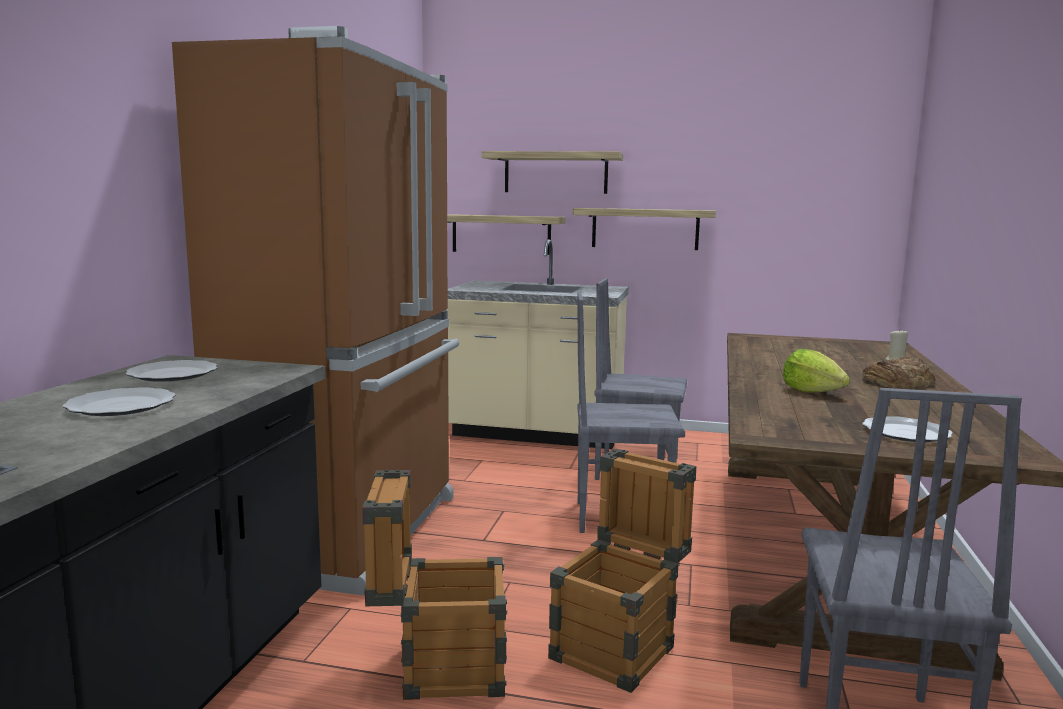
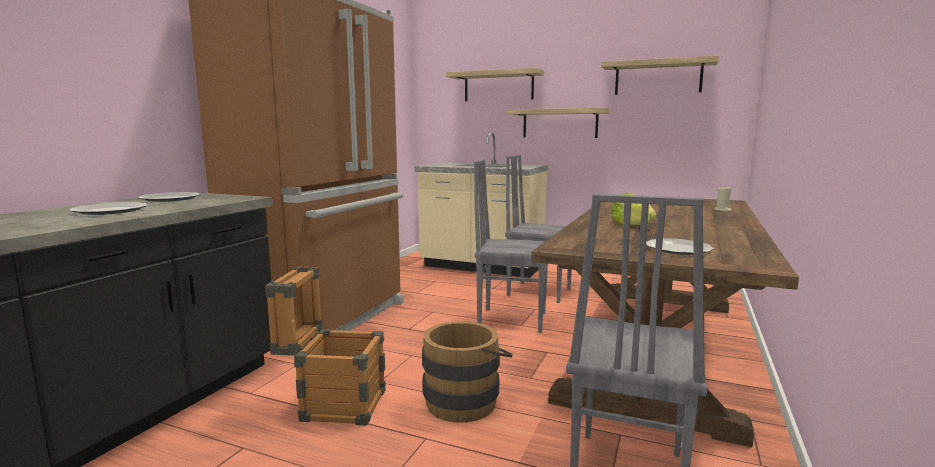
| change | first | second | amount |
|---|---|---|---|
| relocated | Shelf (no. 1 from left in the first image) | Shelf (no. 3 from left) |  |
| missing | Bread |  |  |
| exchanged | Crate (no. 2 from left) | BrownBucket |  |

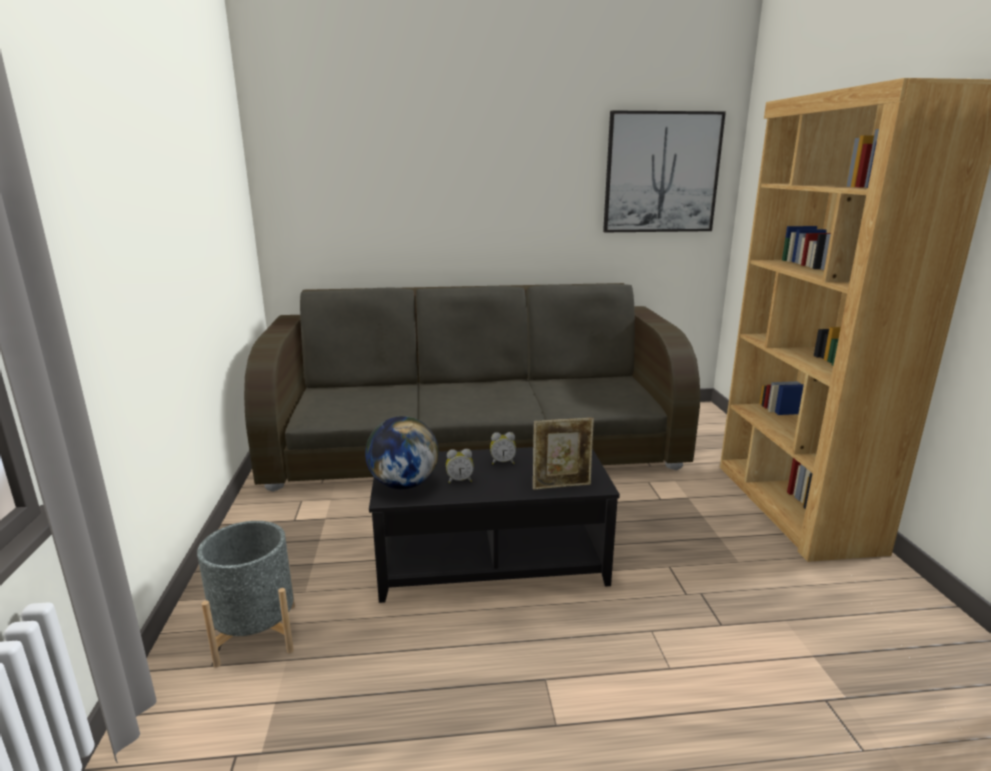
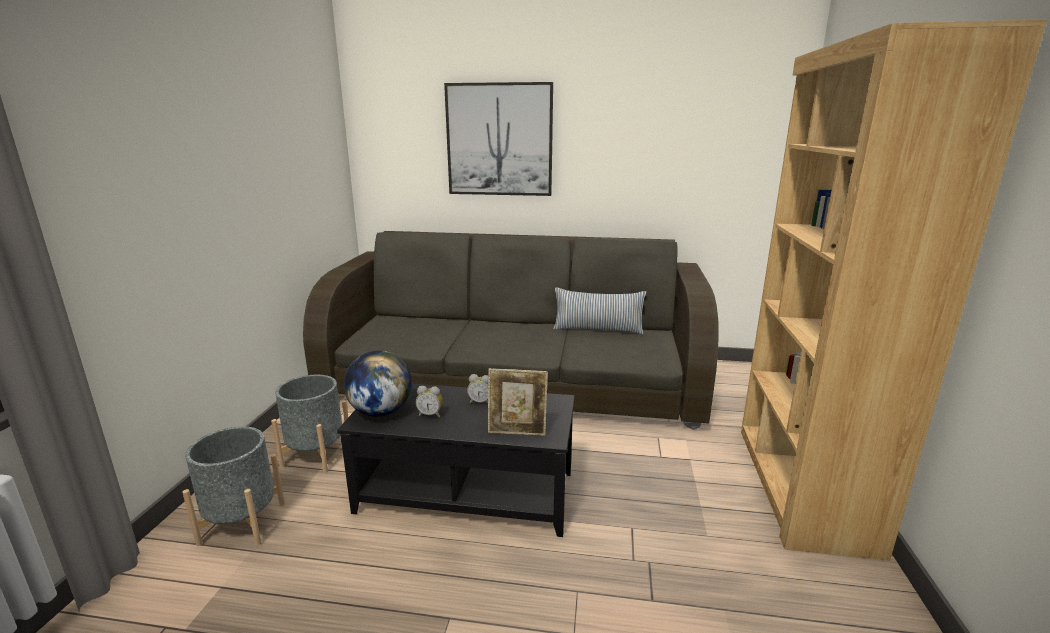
| change | first | second | amount |
|---|---|---|---|
| relocated | Picture |  |  |
| appeared |  | Pillow |  |
| appeared |  | GreyPlanter (no. 2 from left) |  |

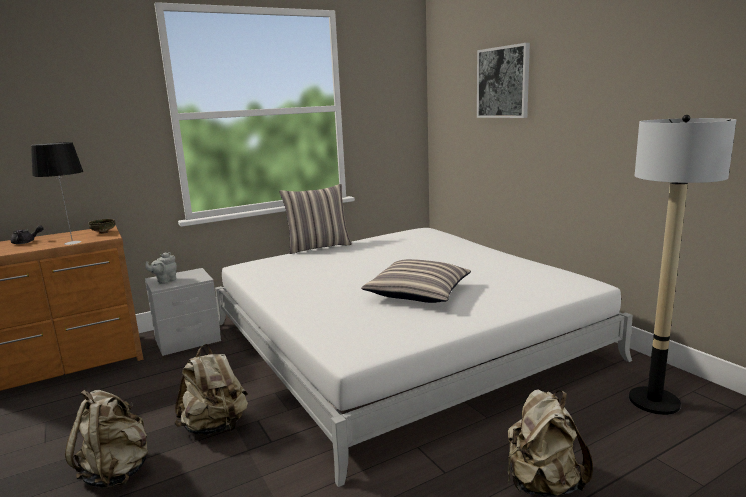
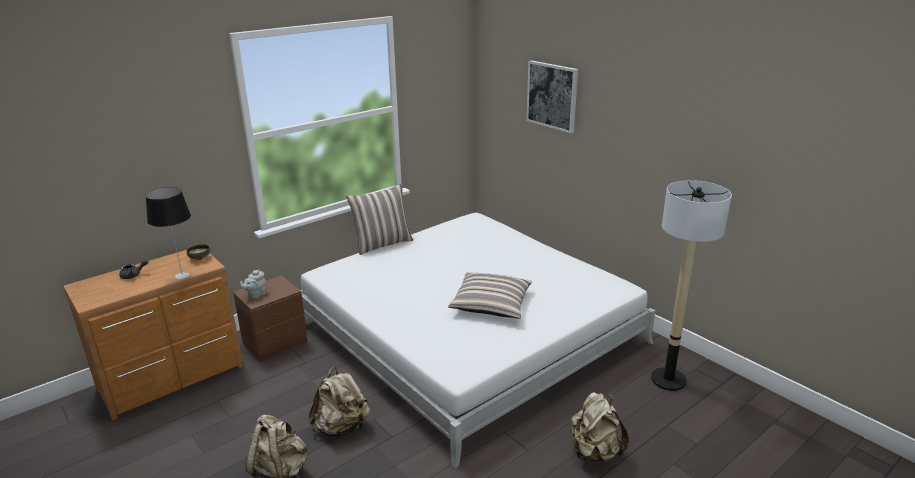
| change | first | second | amount |
|---|---|---|---|
| colour | GreyNightstand | BrownNightstand |  |

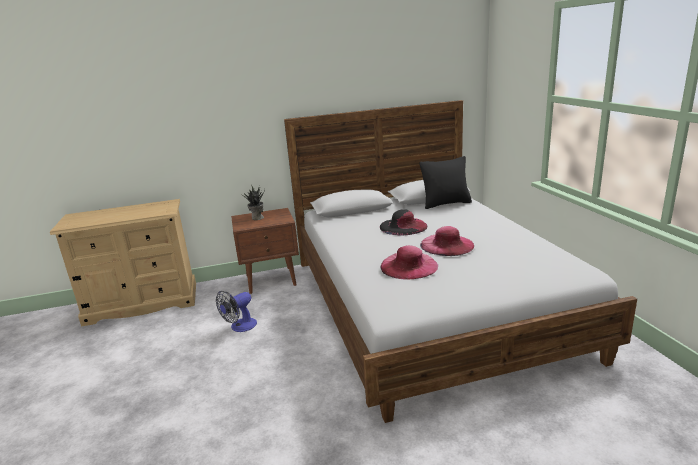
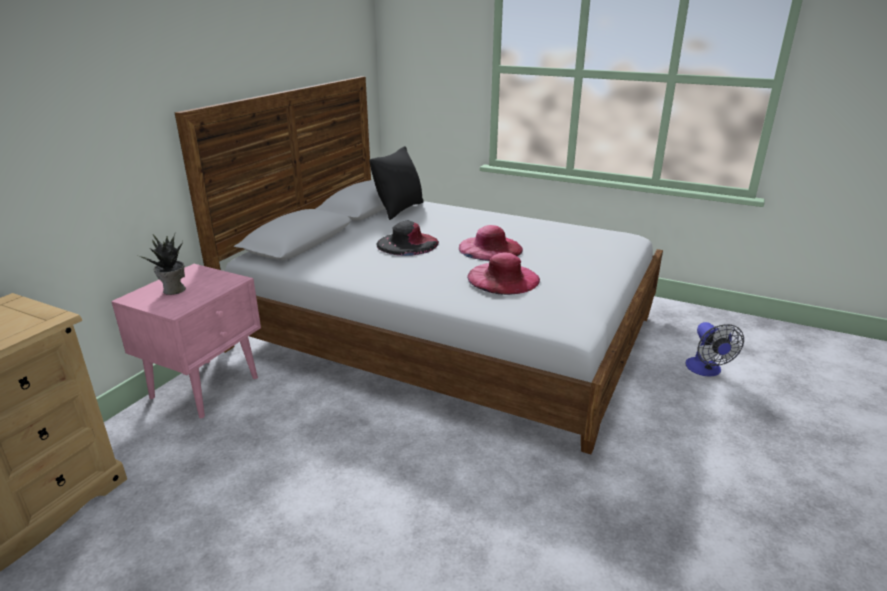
| change | first | second | amount |
|---|---|---|---|
| colour | BrownNightstand | PinkNightstand |  |
| relocated | Fan |  |  |

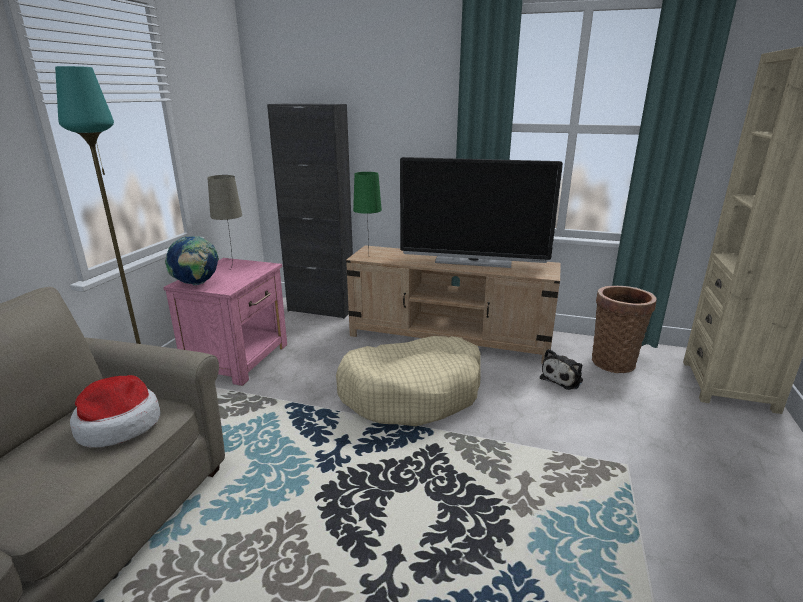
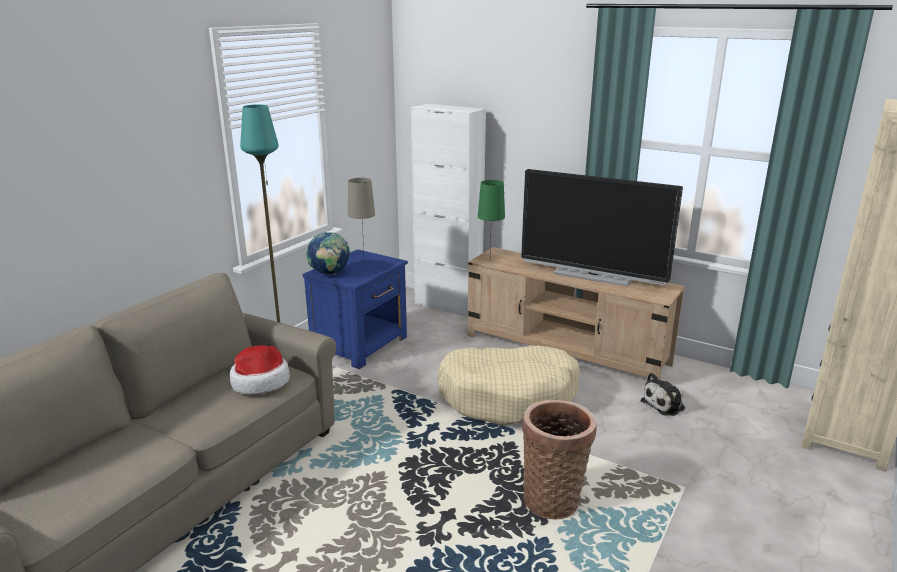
| change | first | second | amount |
|---|---|---|---|
| colour | BlackCabinet | WhiteCabinet |  |
| colour | PinkNightstand | BlueNightstand |  |
| relocated | Basket |  |  |

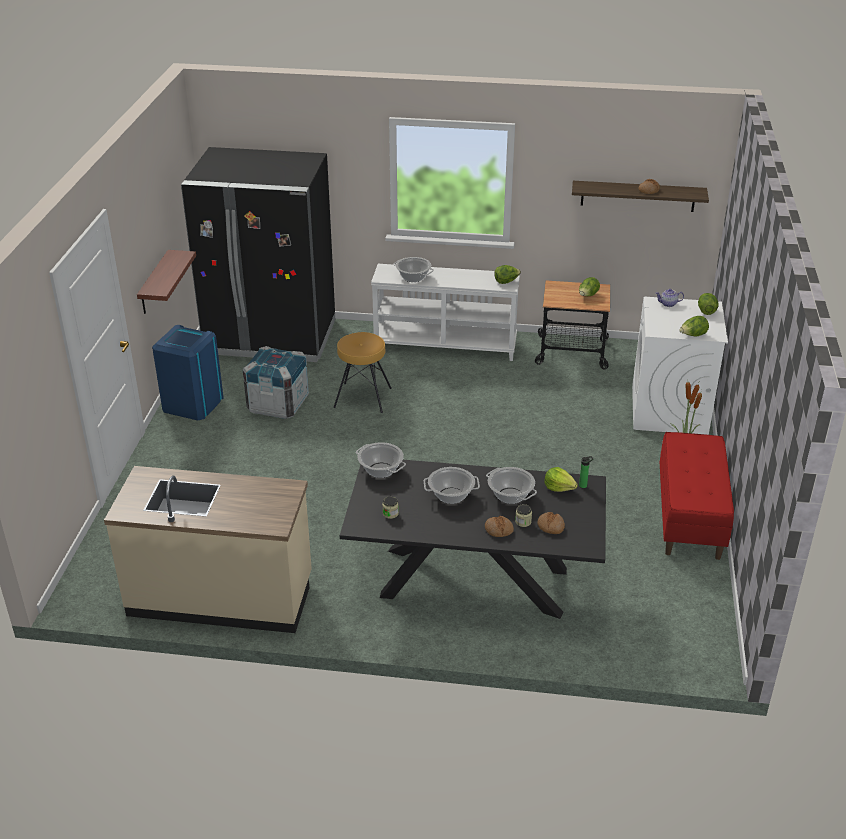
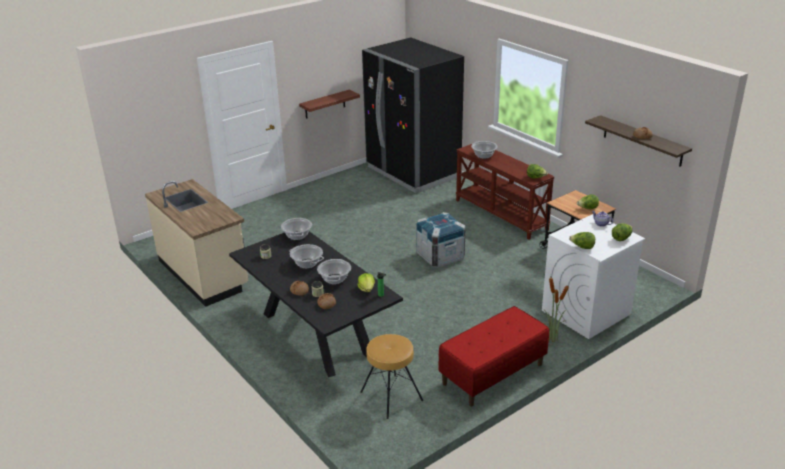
| change | first | second | amount |
|---|---|---|---|
| colour | WhiteConsoleTable | BrownConsoleTable |  |
| missing | BlueTrashCan |  |  |
| relocated | BrownStool |  |  |
| relocated | Crate |  |  |

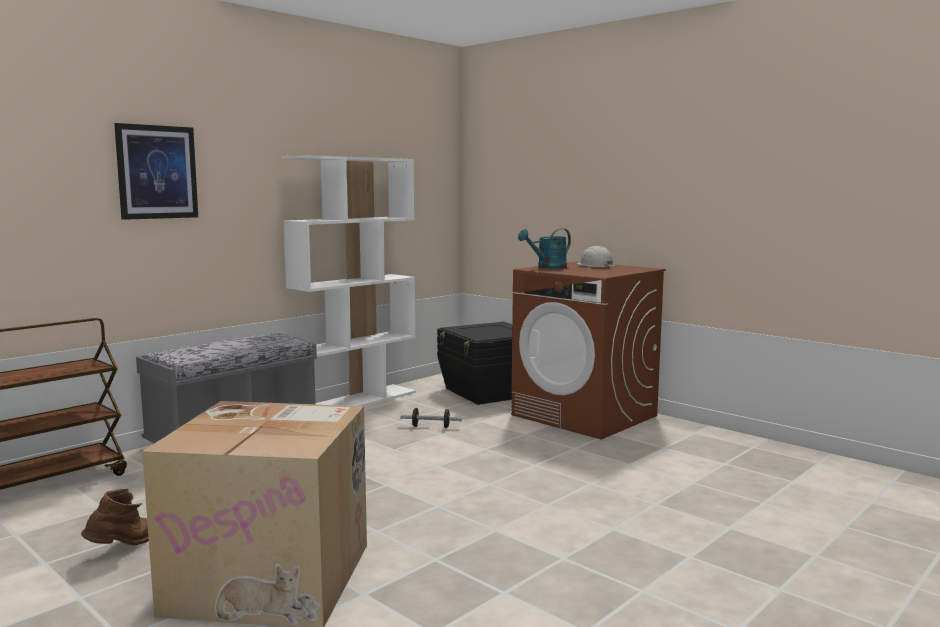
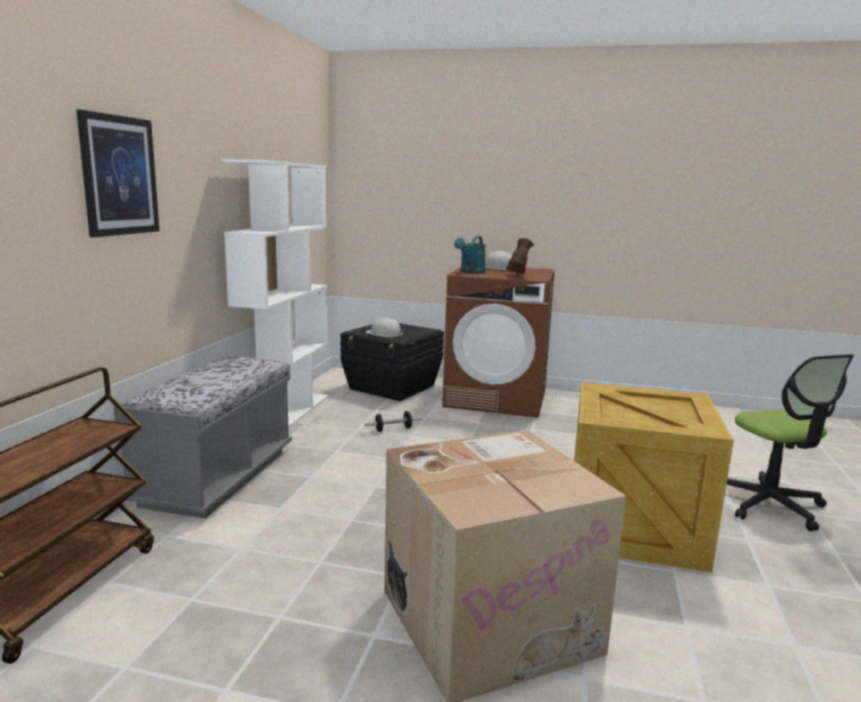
| change | first | second | amount |
|---|---|---|---|
| relocated | BrownBoot |  |  |
| appeared |  | WhiteHardHat (no. 1 from left) |  |
| appeared |  | OfficeChair |  |
| appeared |  | Crate |  |

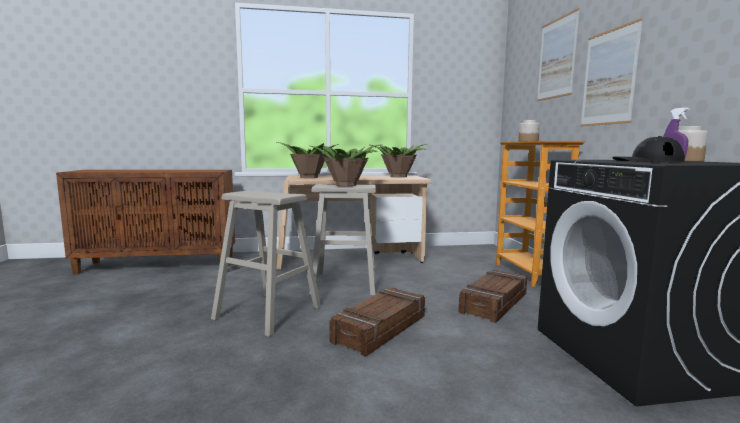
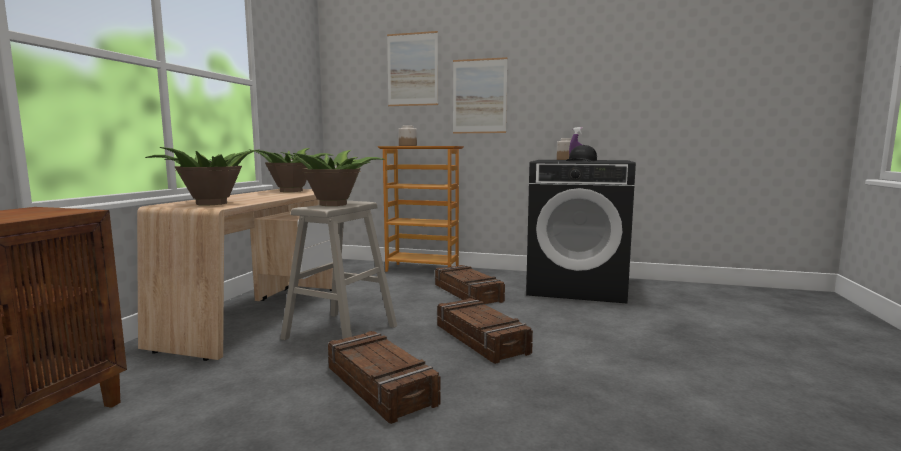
| change | first | second | amount |
|---|---|---|---|
| exchanged | BeigeStool (no. 1 from left) | Crate (no. 1 from left) |  |

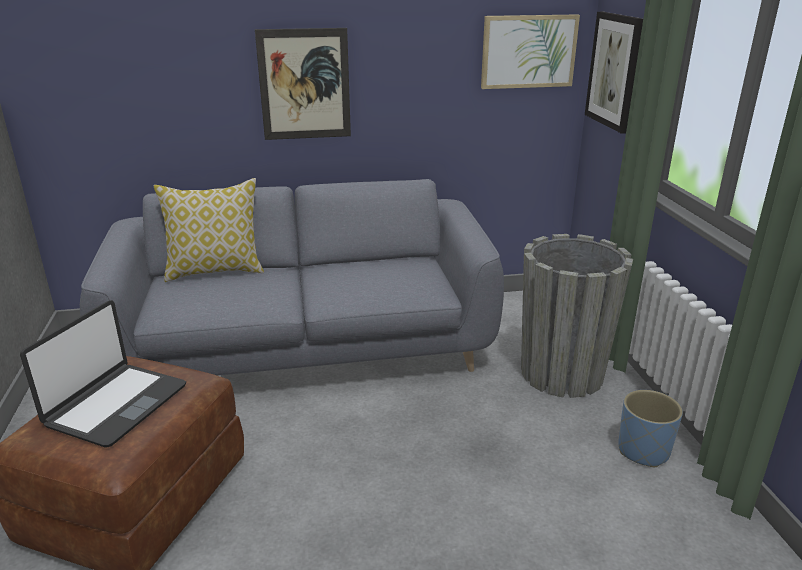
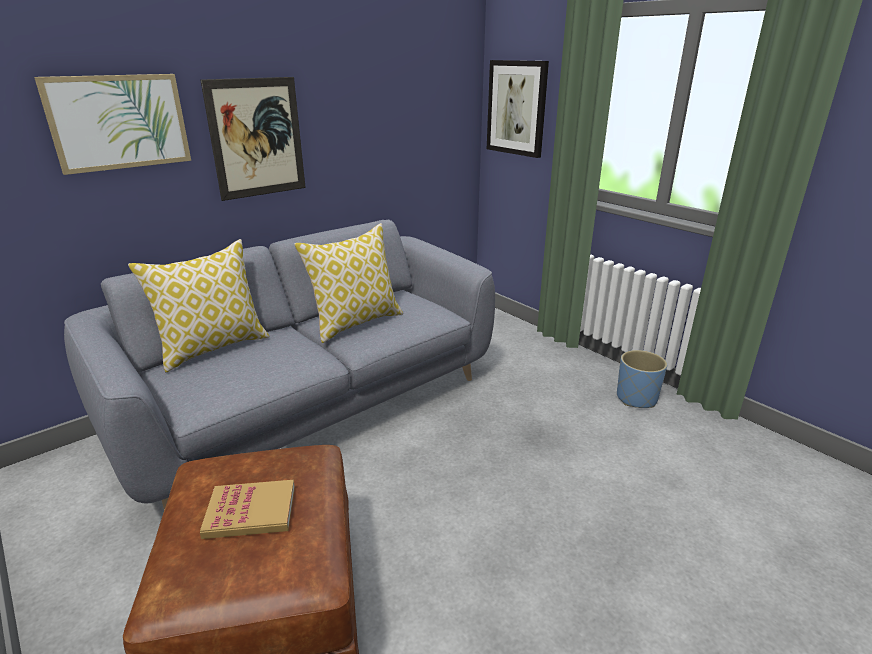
| change | first | second | amount |
|---|---|---|---|
| relocated | Picture (no. 2 from left in the first image) | Picture (no. 1 from left) |  |
| missing | GreyPlanter |  |  |
| exchanged | Laptop | Book |  |
| appeared |  | Pillow (no. 2 from left) |  |

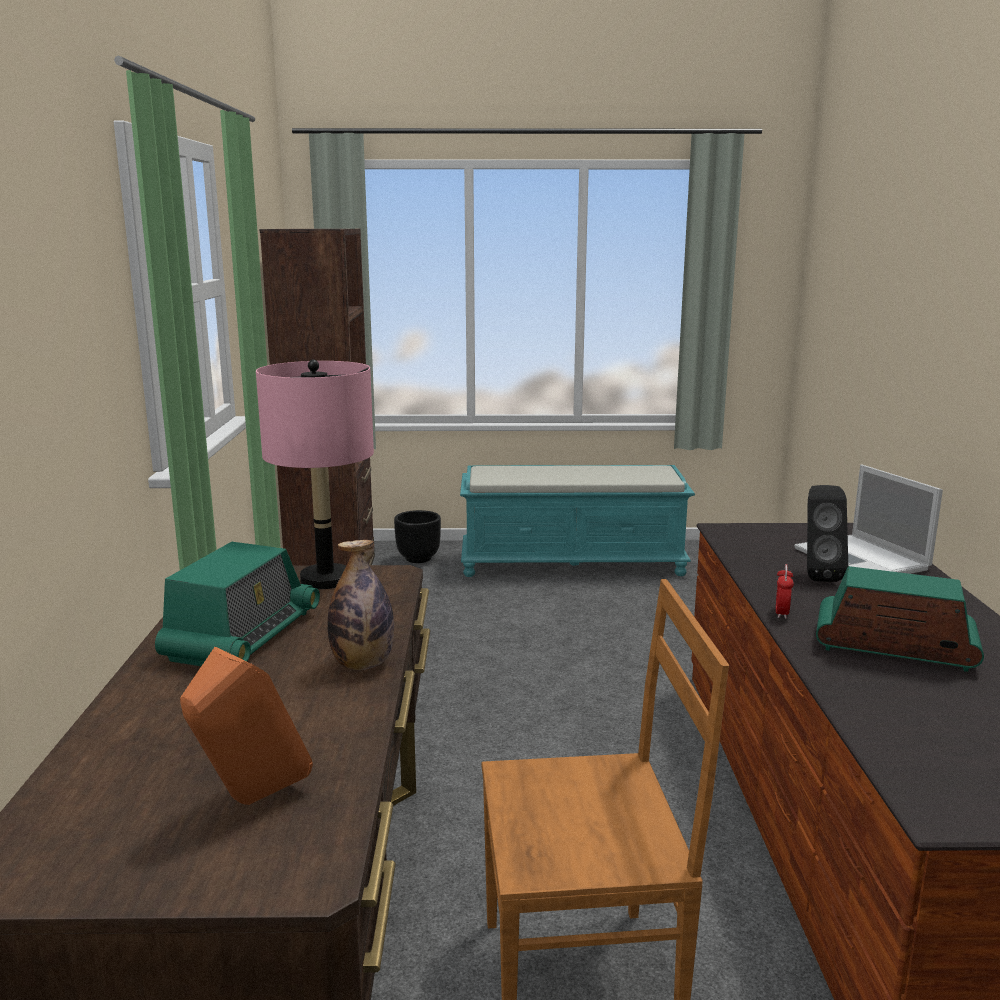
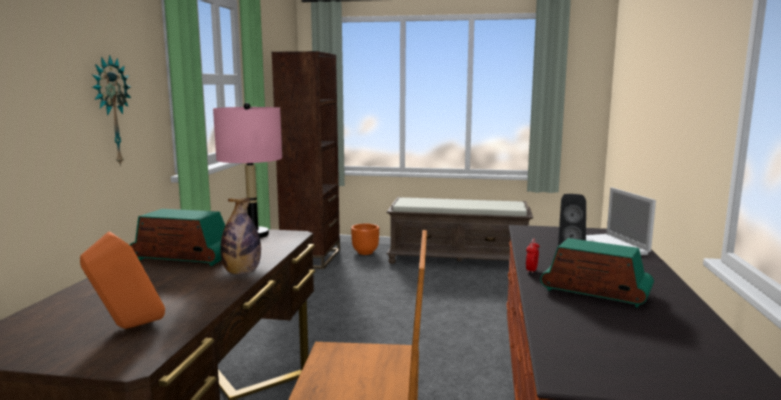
| change | first | second | amount |
|---|---|---|---|
| colour | TurquoiseBench | BrownBench |  |
| colour | BlackPlanter | OrangePlanter |  |
| spun | Radio (no. 1 from left) |  | 105 degrees counterclockwise |
| appeared |  | WallClock |  |

